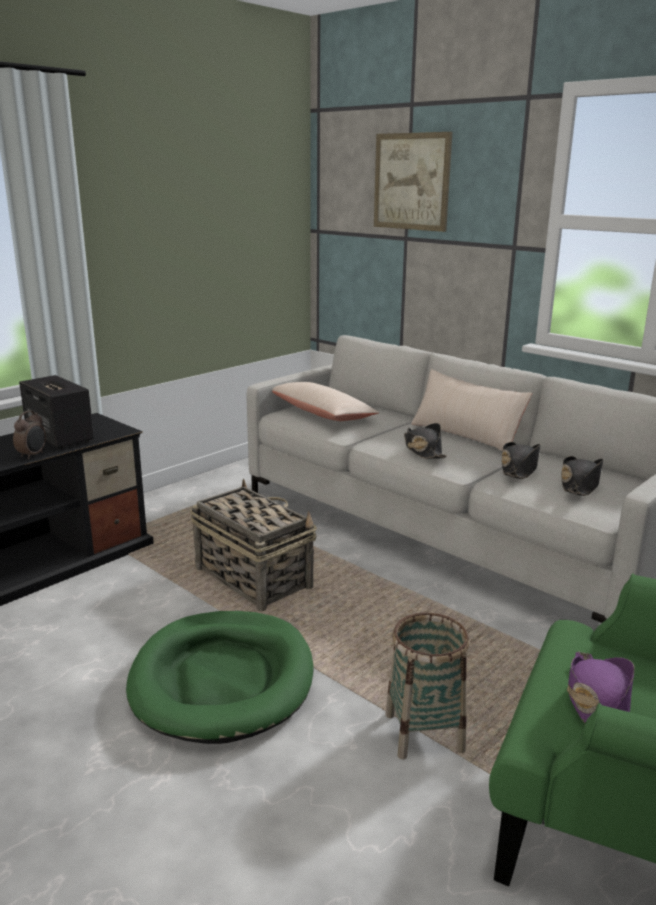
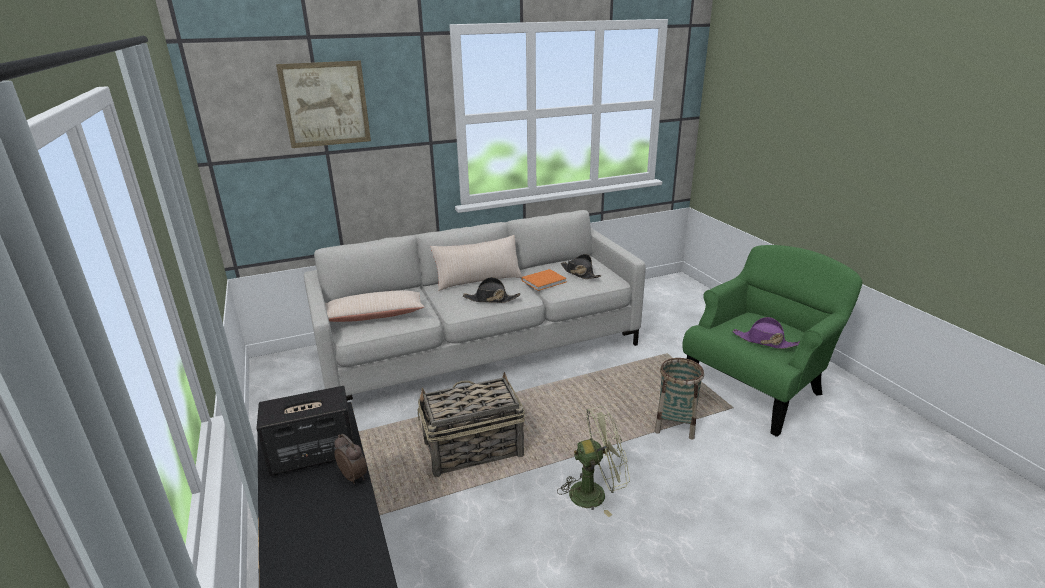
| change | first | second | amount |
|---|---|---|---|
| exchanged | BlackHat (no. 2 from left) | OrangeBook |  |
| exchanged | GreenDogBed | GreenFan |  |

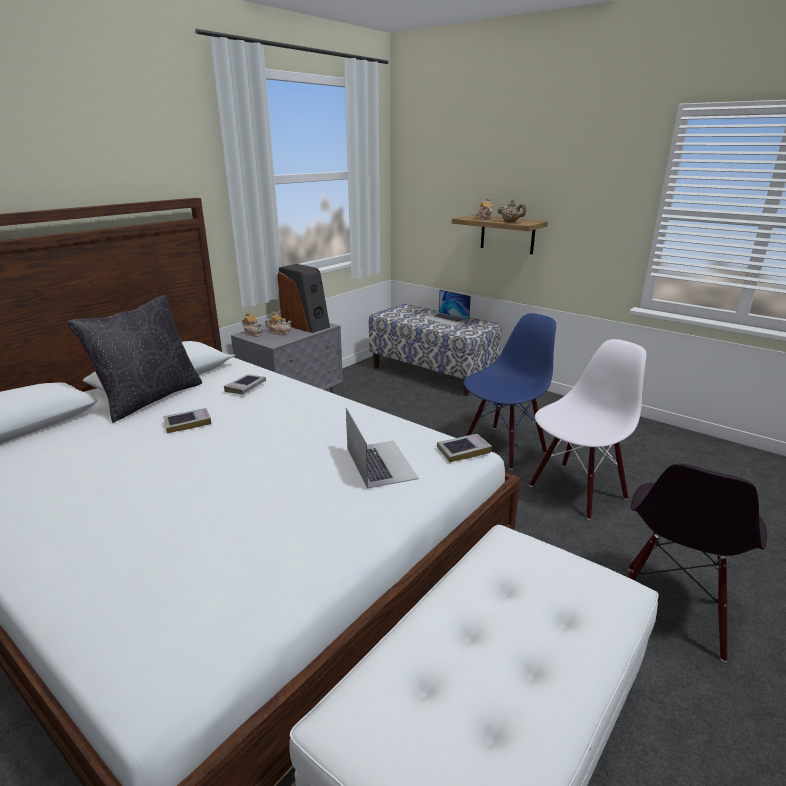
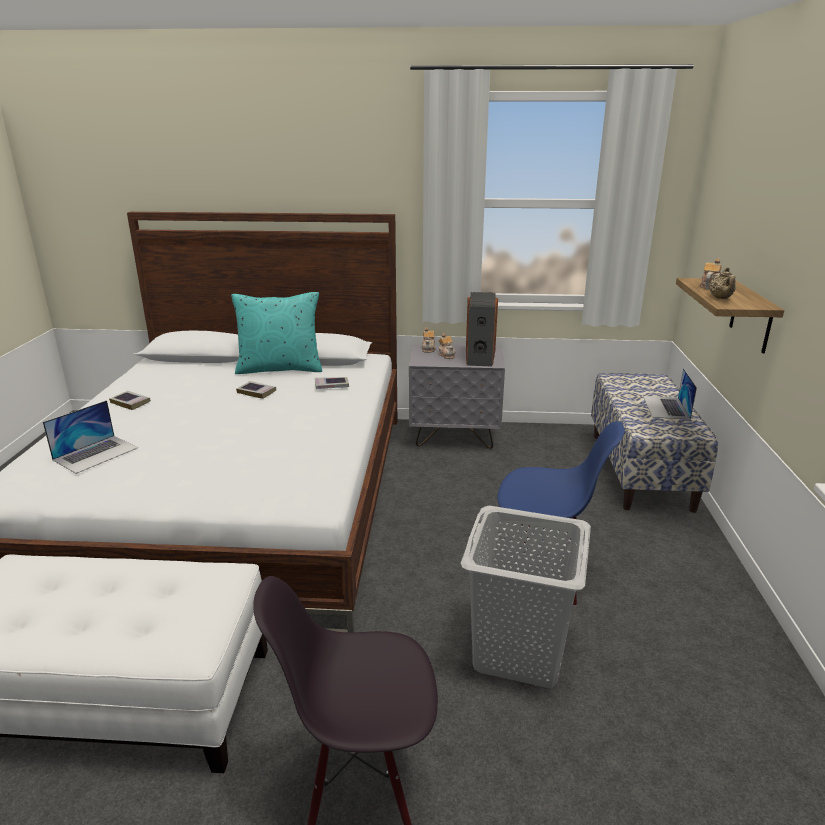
| change | first | second | amount |
|---|---|---|---|
| colour | BlackPillow | TurquoisePillow |  |
| exchanged | WhiteChair | GreyLaundryBasket |  |
| relocated | Laptop (no. 1 from left) |  |  |
| relocated | Book (no. 3 from left in the first image) | Book (no. 1 from left) |  |

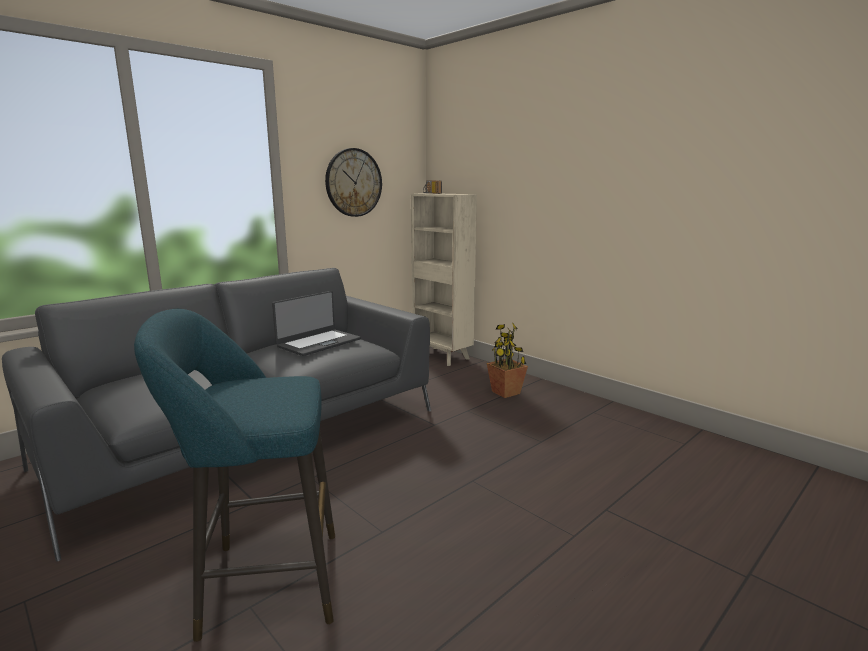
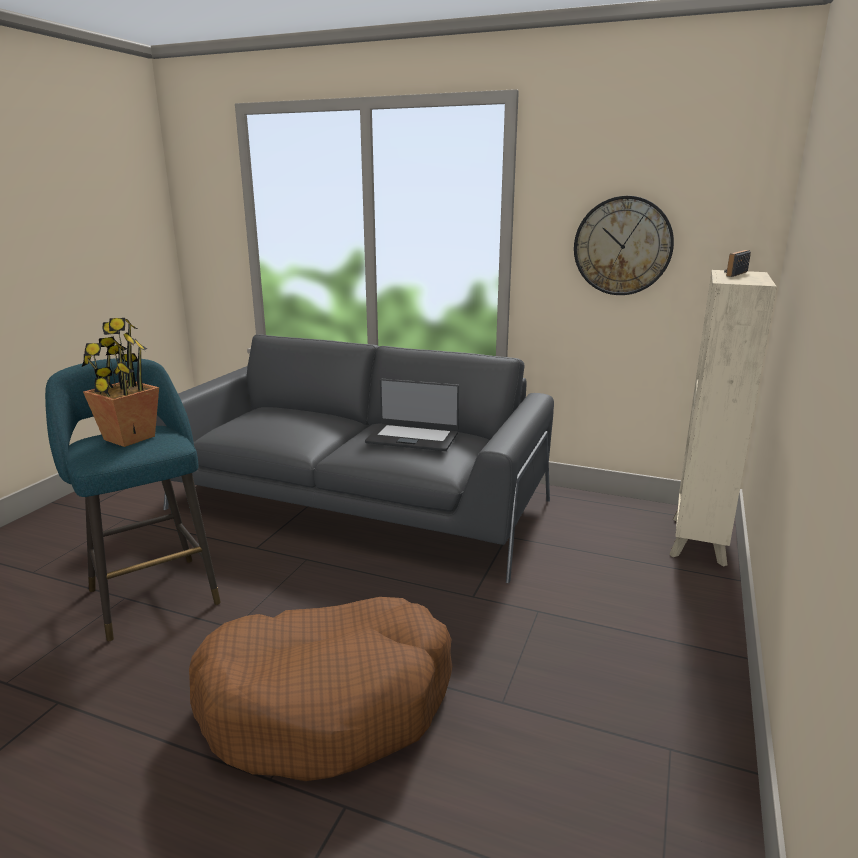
| change | first | second | amount |
|---|---|---|---|
| relocated | PottedPlant |  |  |
| appeared |  | BrownDogBed |  |

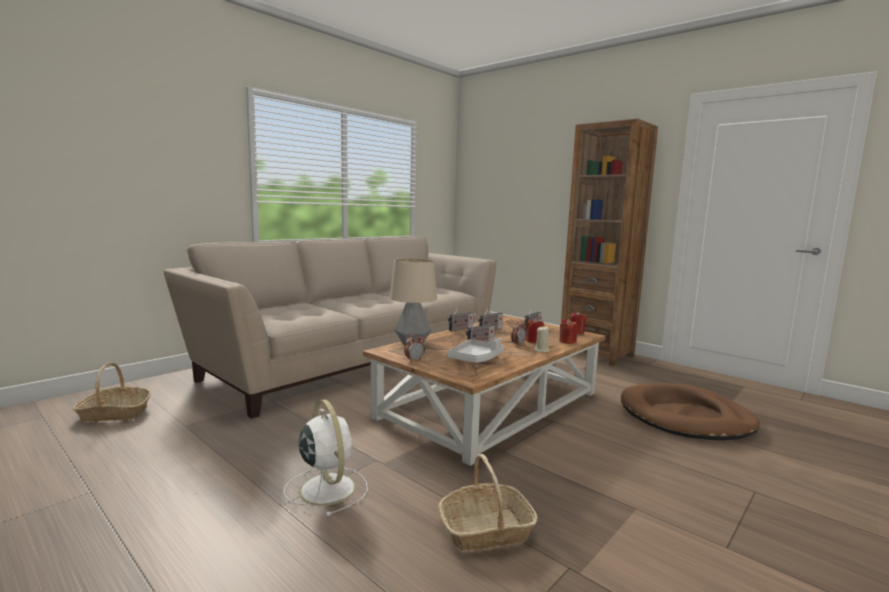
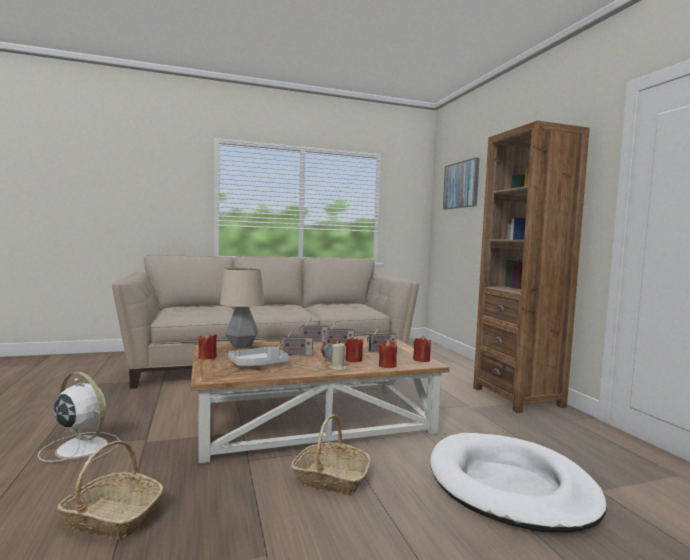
| change | first | second | amount |
|---|---|---|---|
| exchanged | AlarmClock (no. 1 from left) | RedCandle (no. 1 from left) |  |
| relocated | Basket (no. 1 from left in the first image) | Basket (no. 2 from left) |  |
| colour | BrownDogBed | WhiteDogBed |  |
| spun | WhiteFan |  | 60 degrees counterclockwise |
| appeared |  | Picture |  |

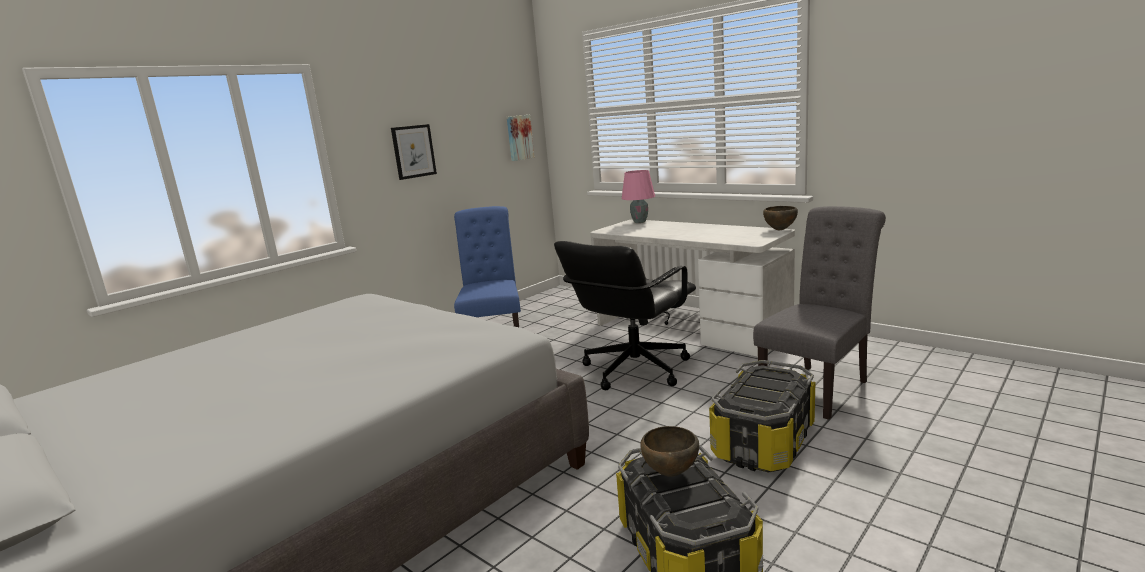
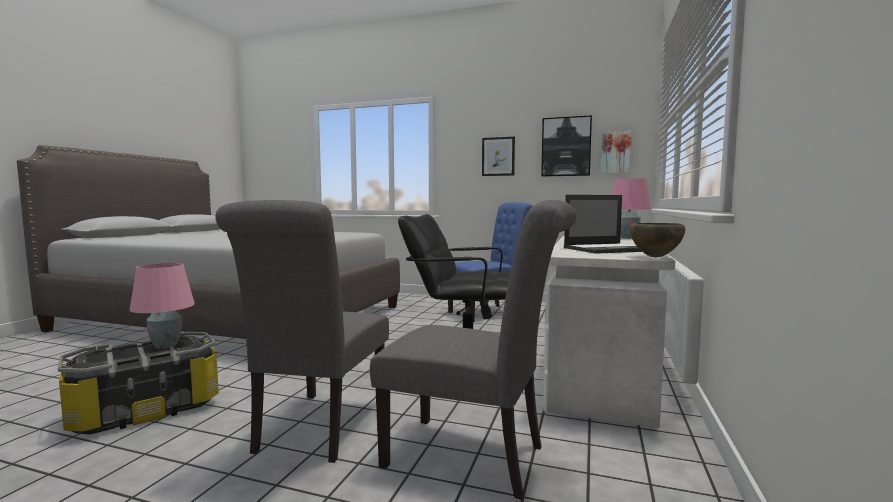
| change | first | second | amount |
|---|---|---|---|
| exchanged | StorageBox (no. 2 from left) | GreyChair (no. 1 from left) |  |
| exchanged | BrownBowl (no. 1 from left) | PinkTableLamp (no. 1 from left) |  |
| appeared |  | Picture (no. 2 from left) |  |
| appeared |  | Laptop |  |

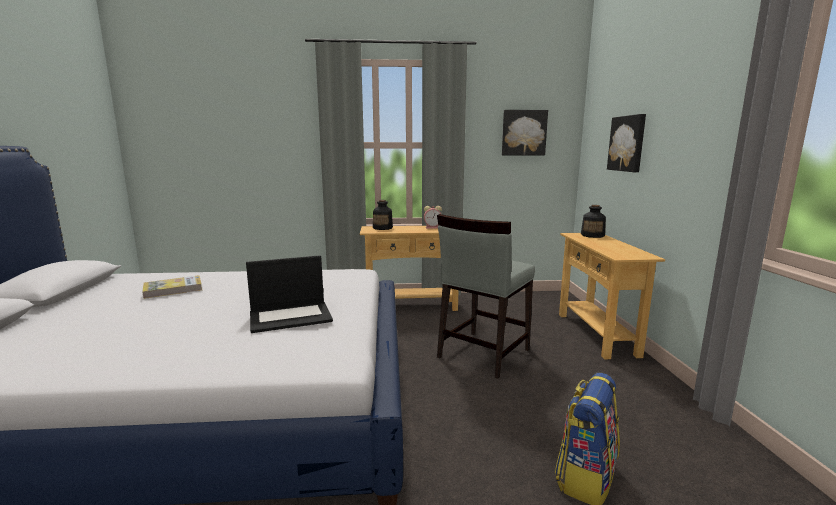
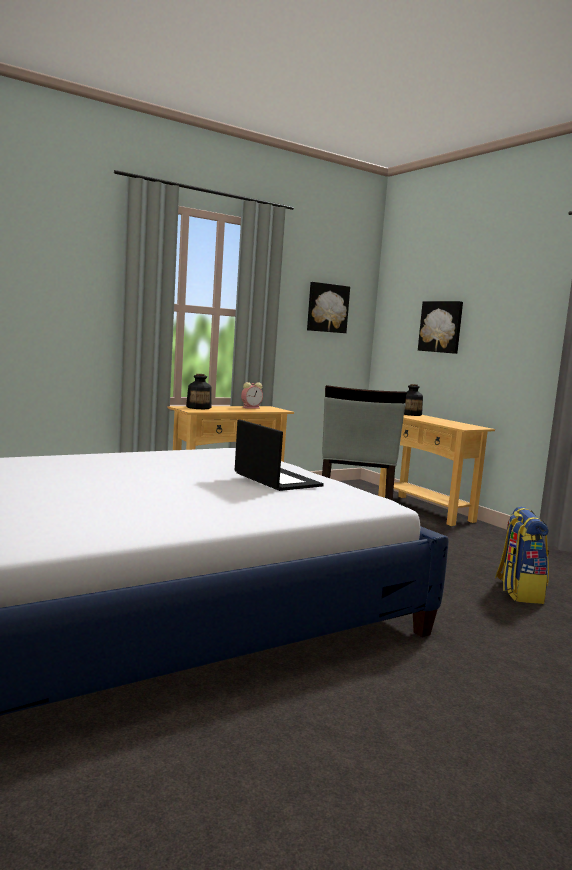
| change | first | second | amount |
|---|---|---|---|
| spun | Laptop |  | 75 degrees counterclockwise |
| missing | Book |  |  |

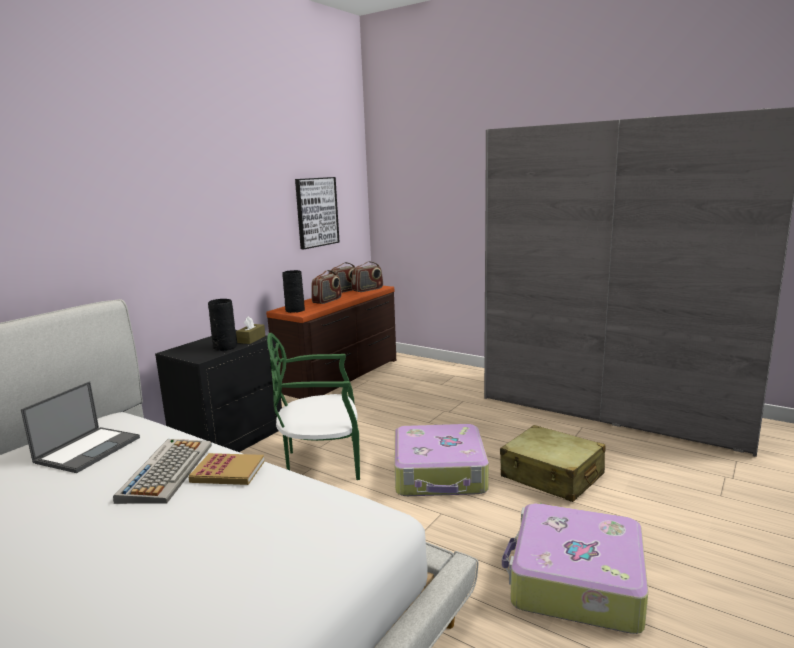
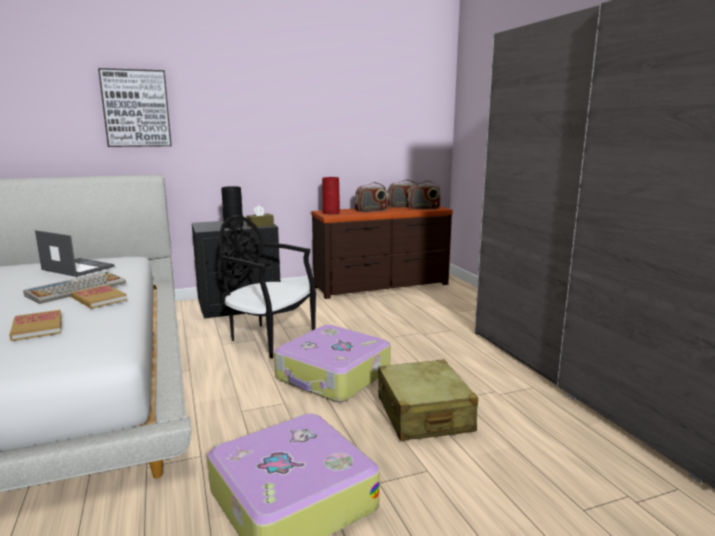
| change | first | second | amount |
|---|---|---|---|
| relocated | Picture |  |  |
| colour | BlackVase (no. 2 from left) | RedVase |  |
| colour | GreenChair | BlackChair |  |
| spun | Laptop |  | 120 degrees counterclockwise |
| appeared |  | Book (no. 1 from left) |  |

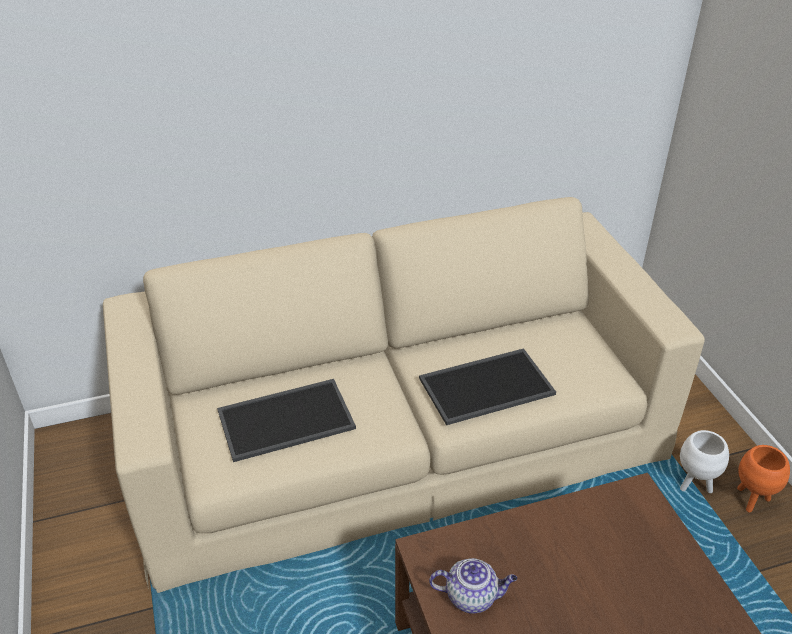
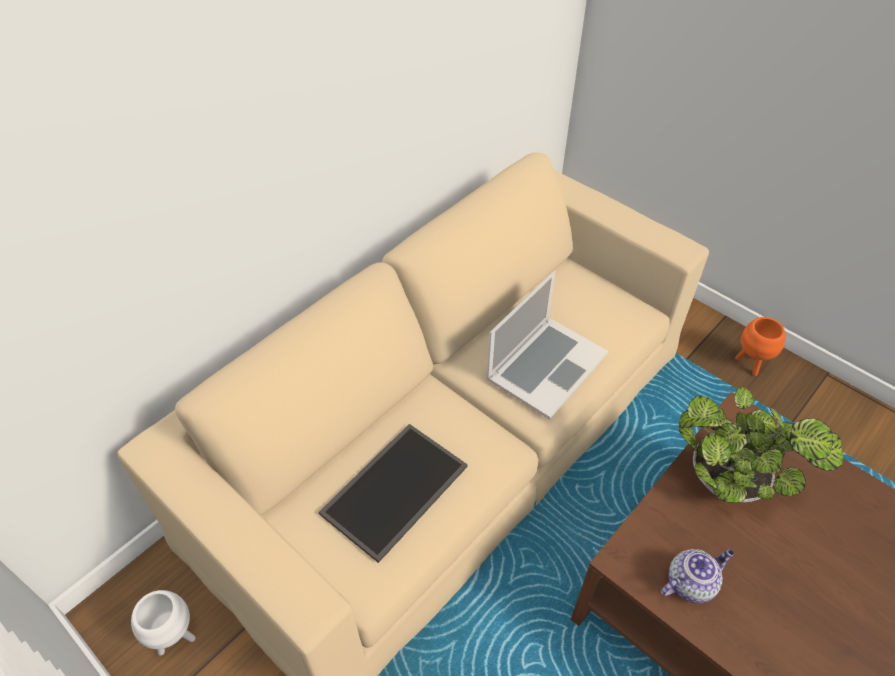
| change | first | second | amount |
|---|---|---|---|
| exchanged | Tray (no. 2 from left) | Laptop |  |
| relocated | WhitePlanter |  |  |
| appeared |  | PottedPlant |  |

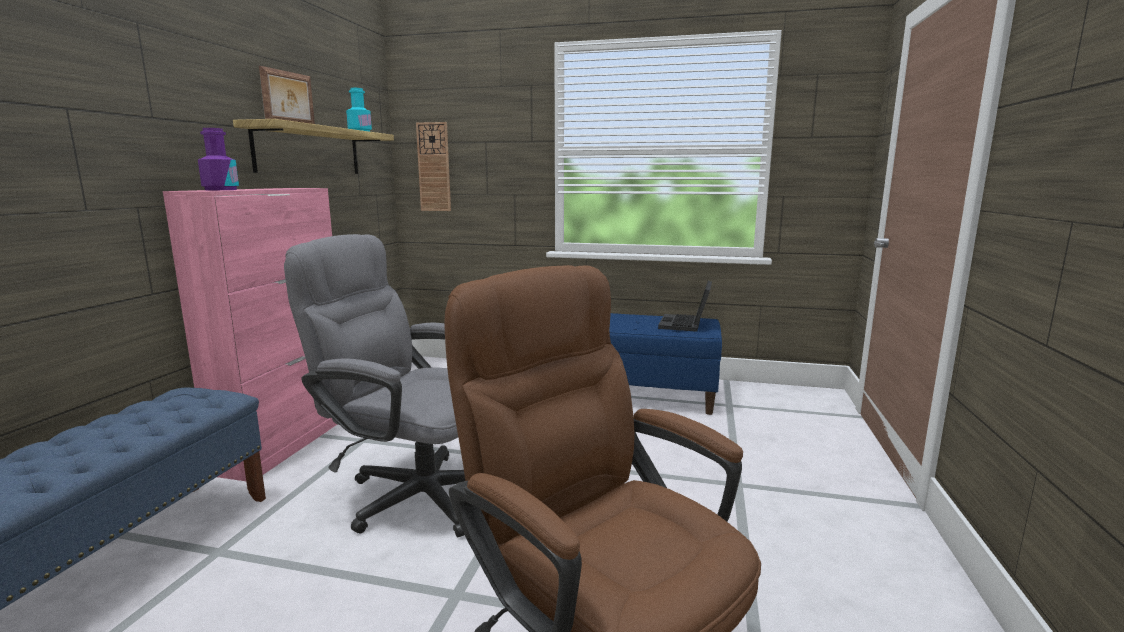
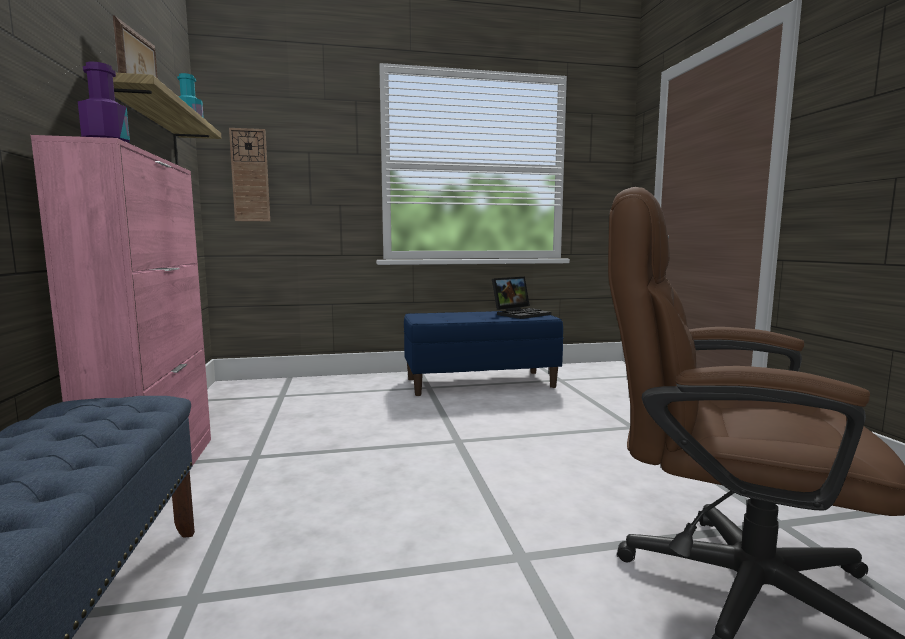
| change | first | second | amount |
|---|---|---|---|
| missing | GreyOfficeChair |  |  |
| spun | Laptop |  | 120 degrees counterclockwise |

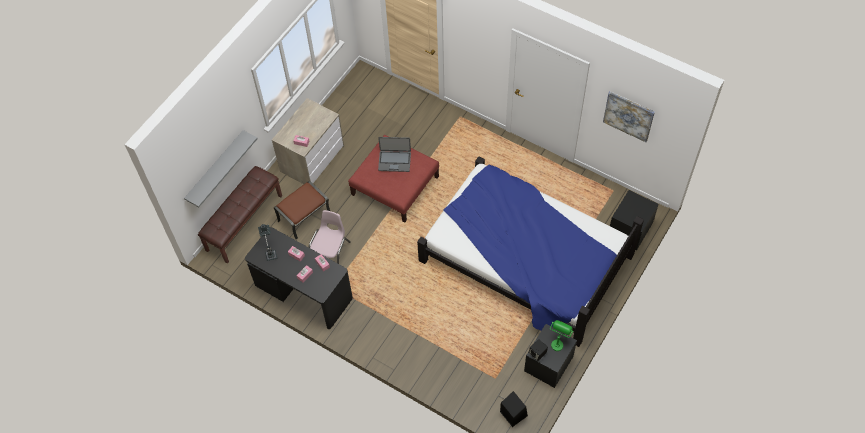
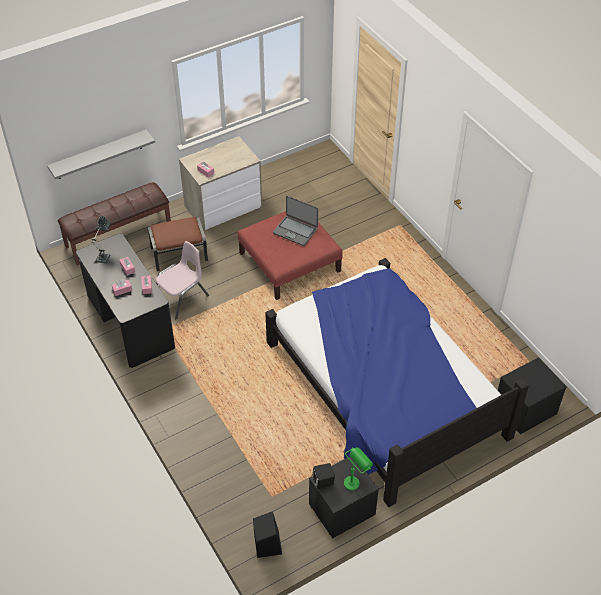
| change | first | second | amount |
|---|---|---|---|
| missing | Picture |  |  |

